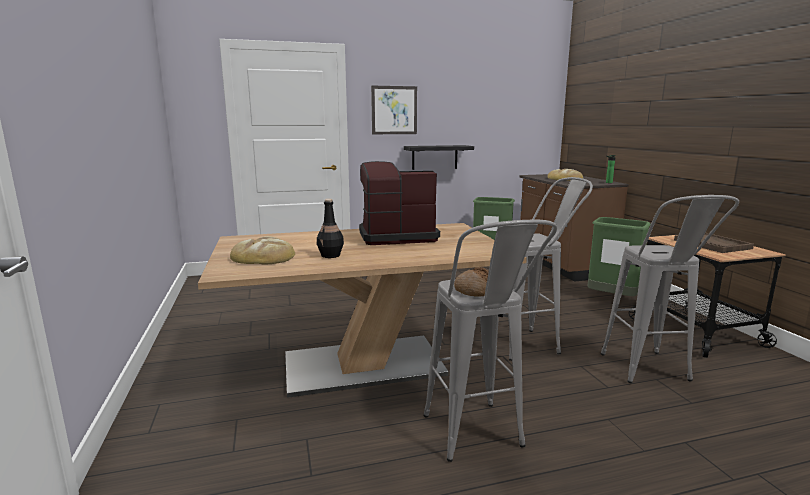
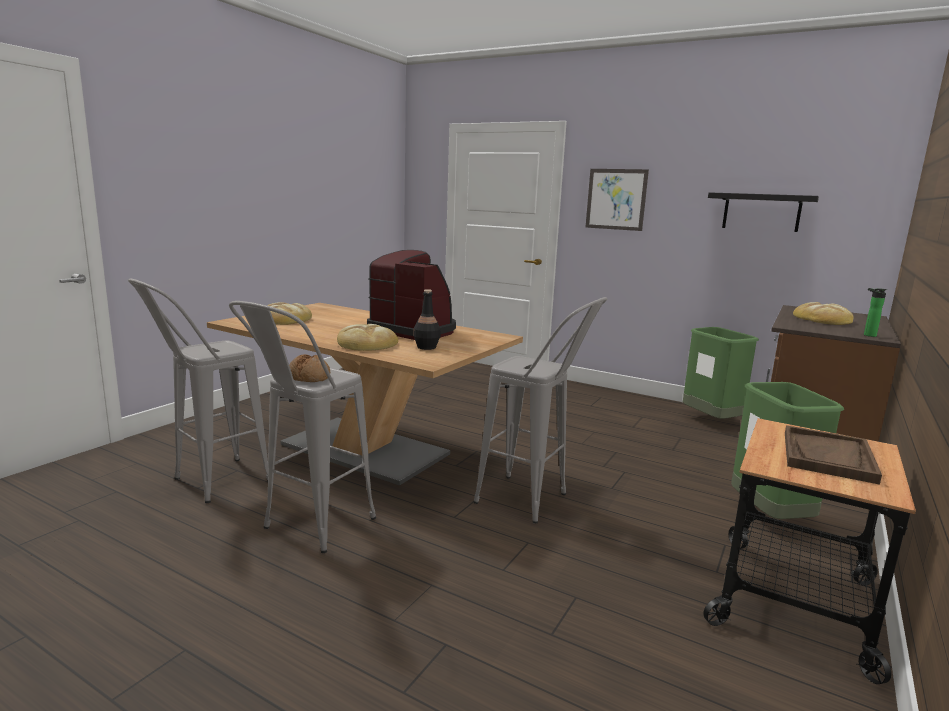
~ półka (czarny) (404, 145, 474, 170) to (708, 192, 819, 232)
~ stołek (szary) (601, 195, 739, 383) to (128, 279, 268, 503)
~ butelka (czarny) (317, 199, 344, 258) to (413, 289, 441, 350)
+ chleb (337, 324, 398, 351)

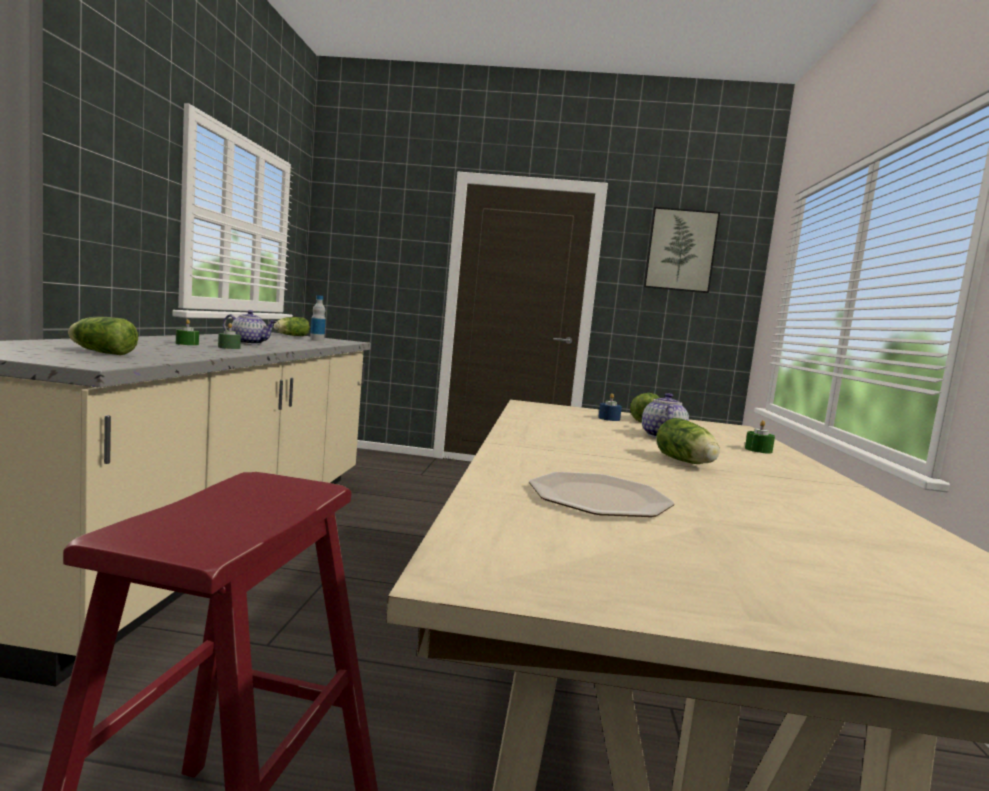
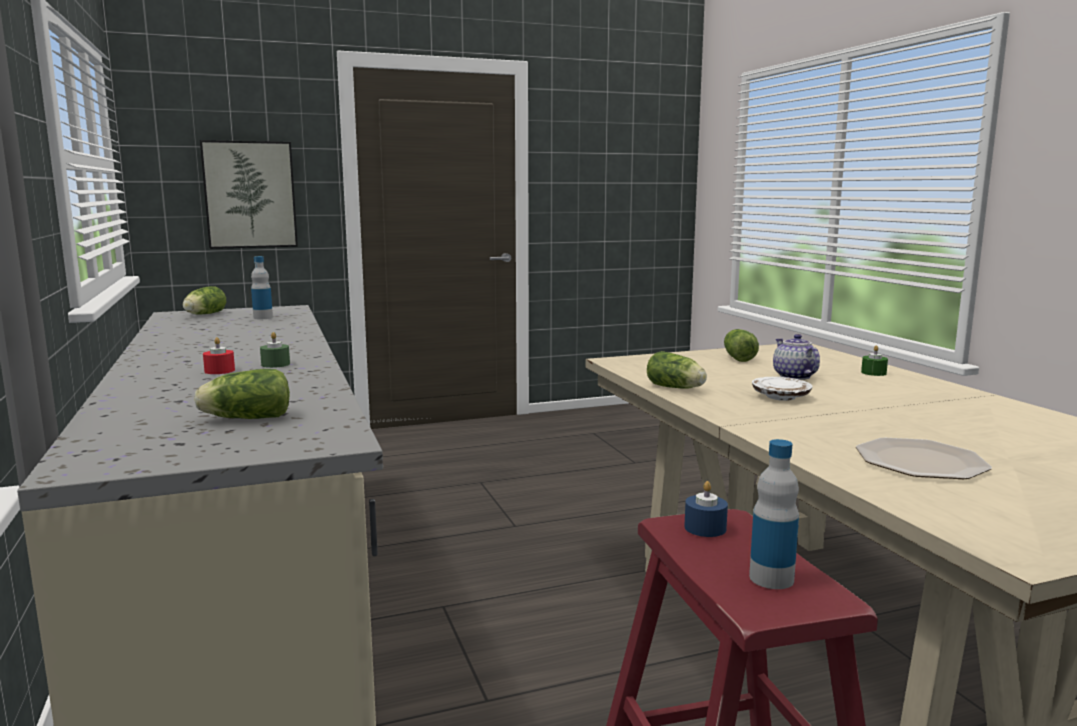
~ obraz (644, 207, 720, 293) to (200, 140, 298, 249)
- imbryk (223, 310, 276, 345)
~ świeca (zielony) (176, 319, 199, 345) to świeca (czerwony) (203, 337, 235, 374)
~ świeca (niebieski) (598, 393, 622, 421) to (684, 481, 728, 537)
~ sałata (656, 418, 720, 464) to (647, 351, 707, 389)
+ talerz (biały) (752, 377, 812, 401)
+ butelka (749, 439, 799, 589)

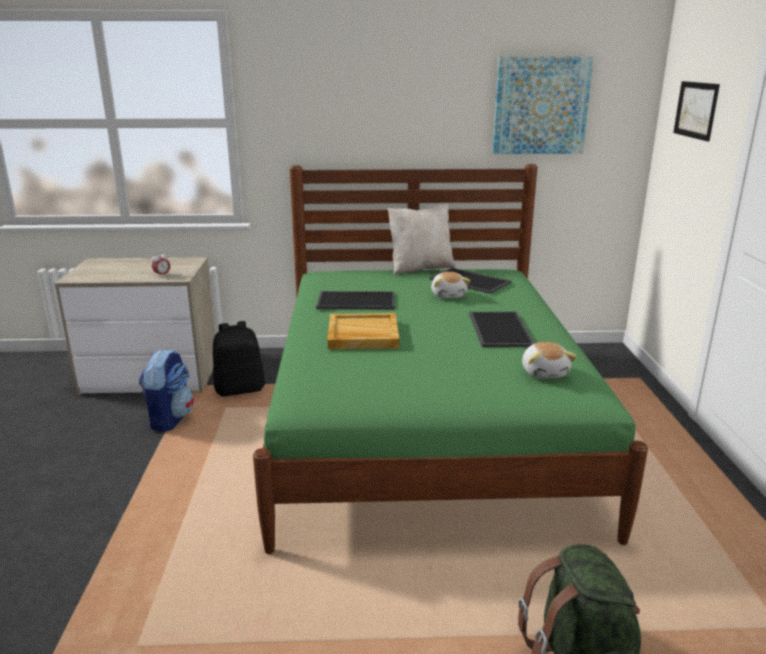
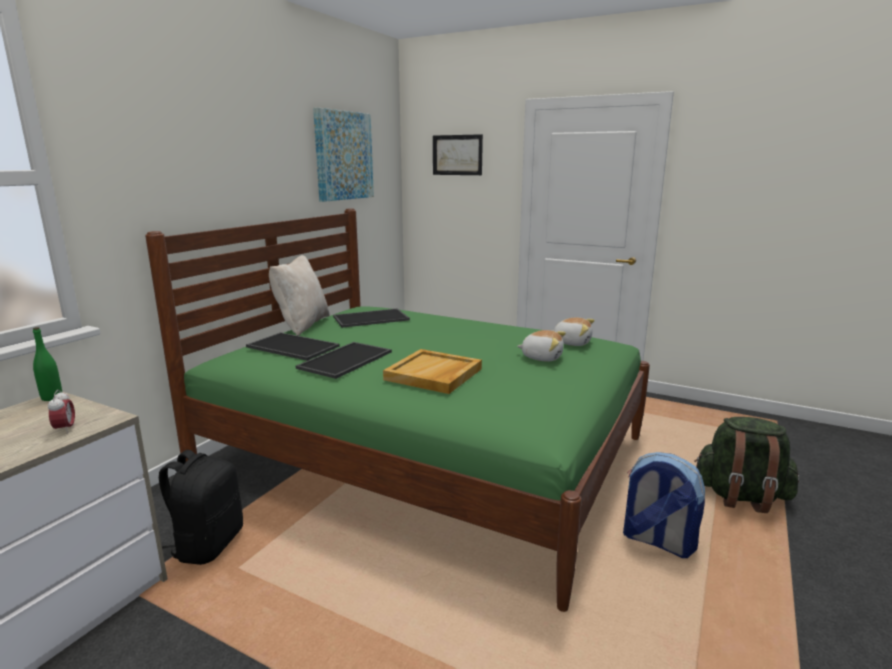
~ pluszak (431, 272, 470, 298) to (517, 330, 566, 361)
~ taca (469, 311, 535, 347) to (246, 332, 340, 361)
~ plecak (139, 349, 194, 432) to (623, 452, 705, 558)
+ butelka (zielony) (33, 327, 62, 401)

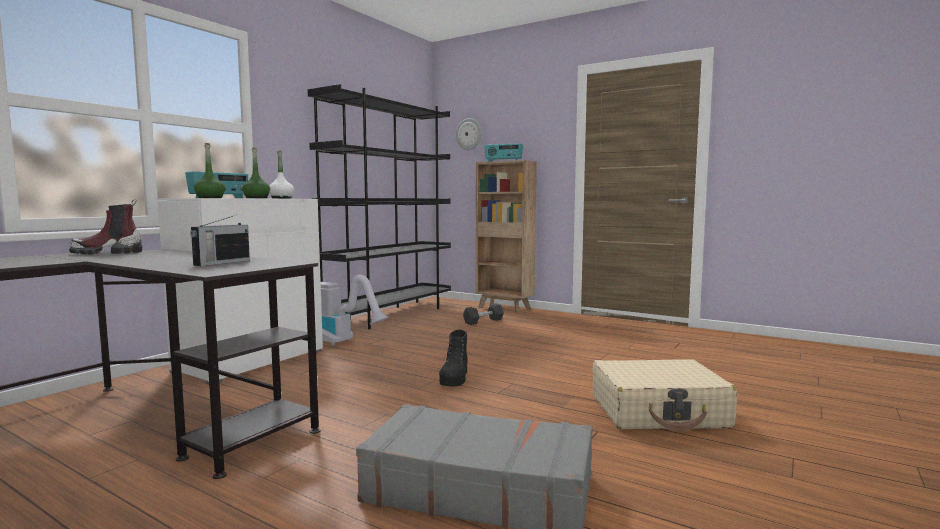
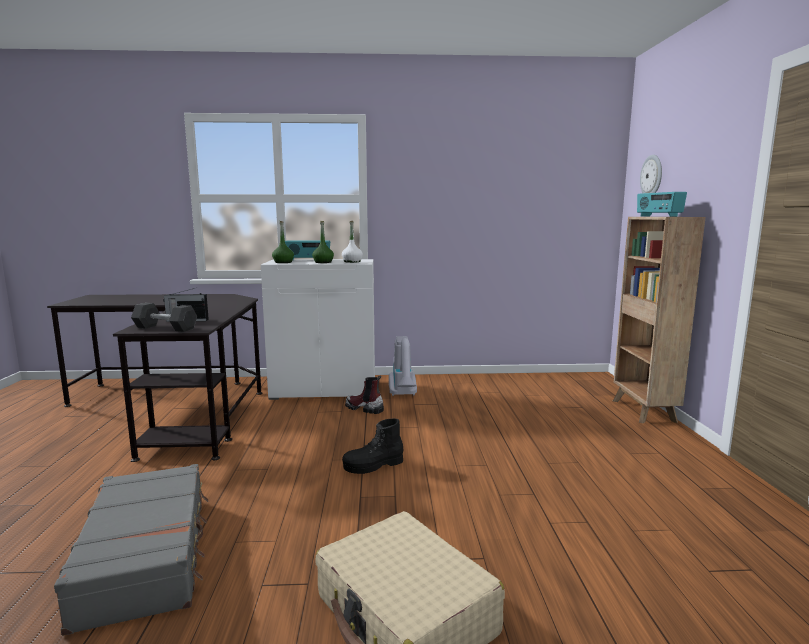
- regał (czarny) (308, 84, 451, 329)
~ but z cholewką (69, 199, 142, 254) to (345, 375, 384, 414)
~ hantel (szary) (463, 303, 504, 325) to (131, 303, 197, 332)

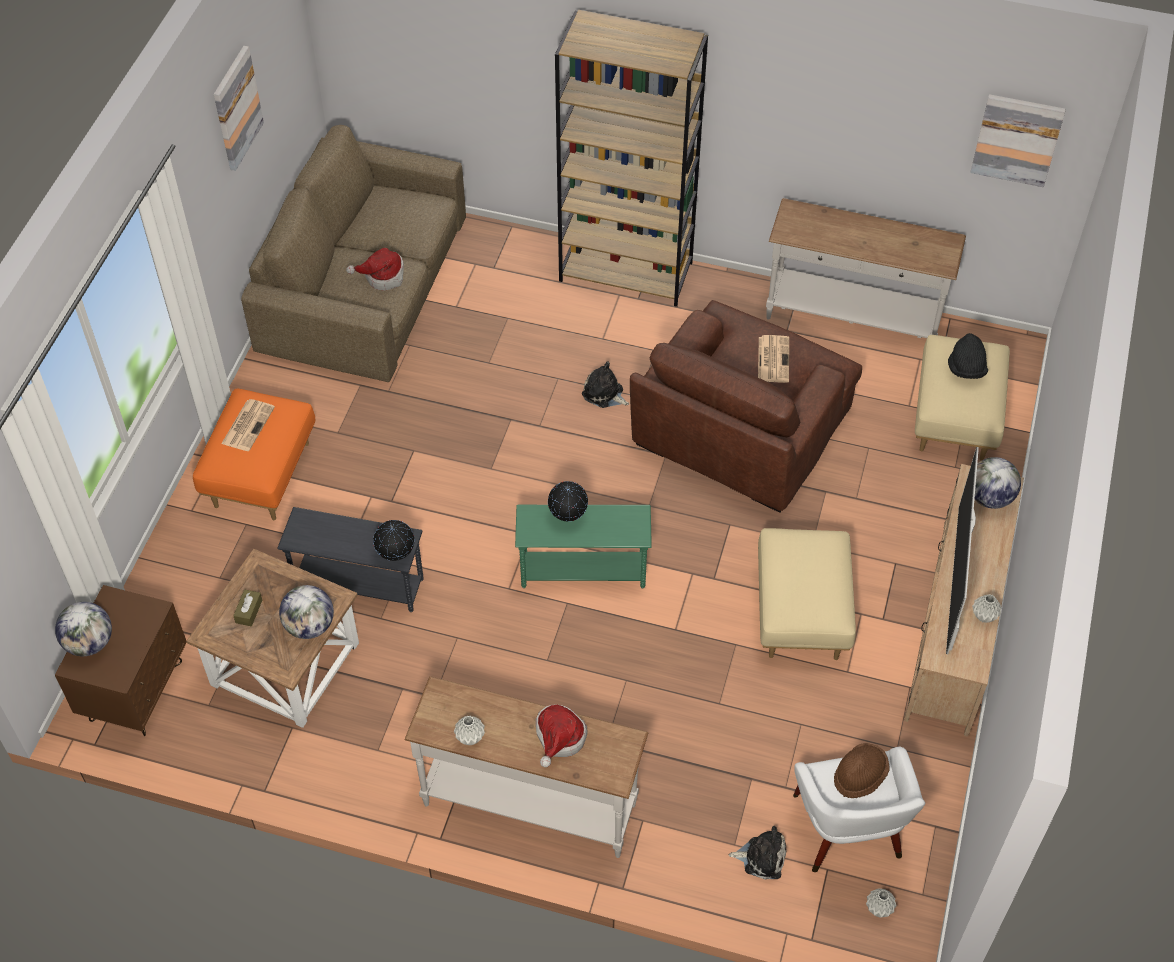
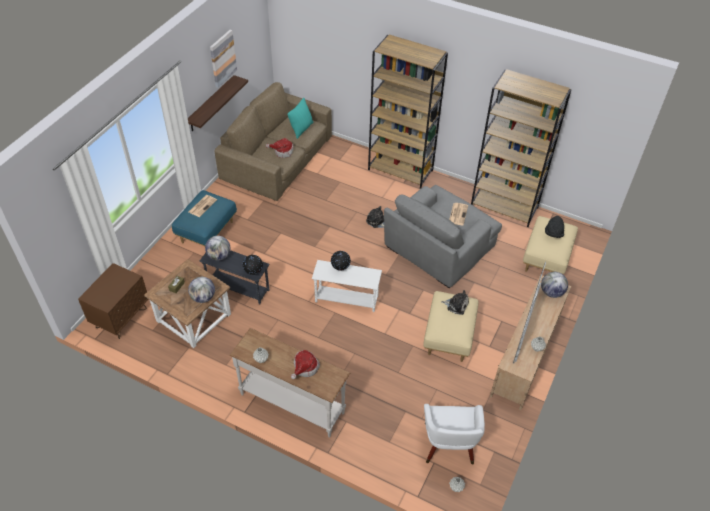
- obraz (970, 94, 1066, 187)
~ stolik konsolowy (biały) (766, 198, 966, 338) to regał (brązowy) (471, 69, 572, 227)
~ fotel (brązowy) (630, 300, 862, 513) to fotel (szary) (384, 185, 502, 288)
~ pufa (pomarańczowy) (193, 389, 315, 520) to pufa (niebieski) (172, 190, 237, 246)
~ stolik (zielony) (515, 505, 652, 589) to stolik (biały) (312, 260, 382, 312)
~ globus (55, 602, 112, 656) to (205, 236, 231, 261)
- kapelusz (brązowy) (834, 743, 889, 798)
~ pluszak (729, 826, 786, 879) to (441, 290, 469, 315)
+ półka (188, 75, 248, 132)
+ poduszka (turkusowy) (288, 98, 313, 139)

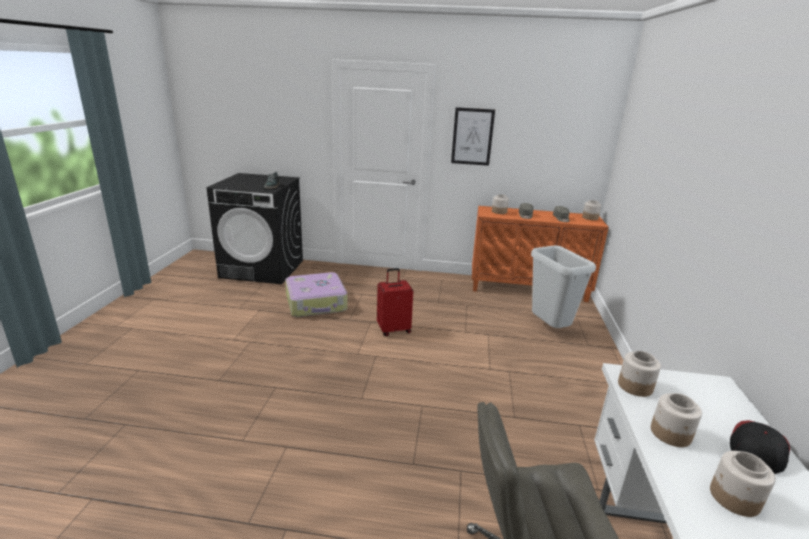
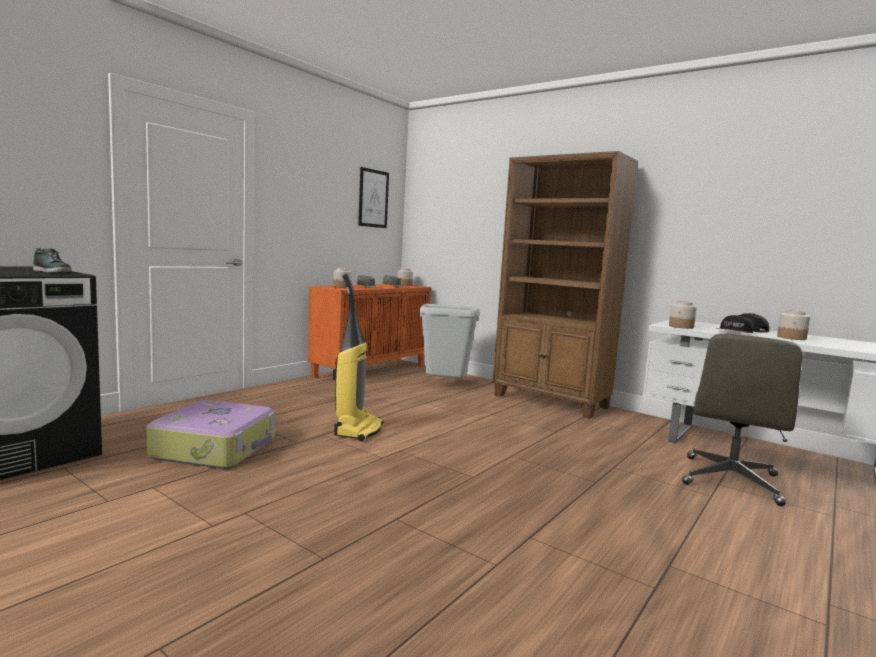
~ obraz (451, 107, 495, 166) to (358, 167, 389, 228)
~ walizka (czerwony) (377, 268, 413, 336) to odkurzacz (333, 274, 383, 441)
~ słoik (651, 393, 702, 447) to czapka z daszkiem (716, 315, 753, 333)
+ regał (brązowy) (493, 151, 638, 419)

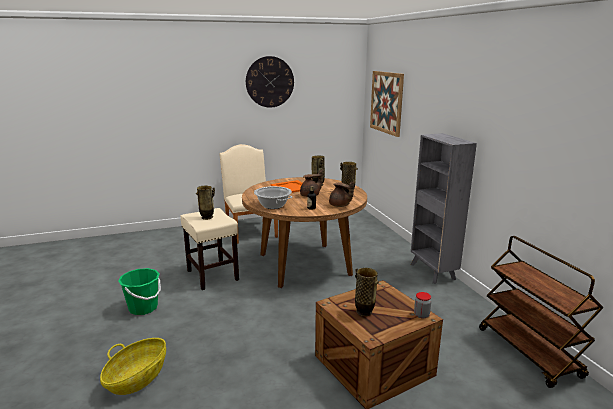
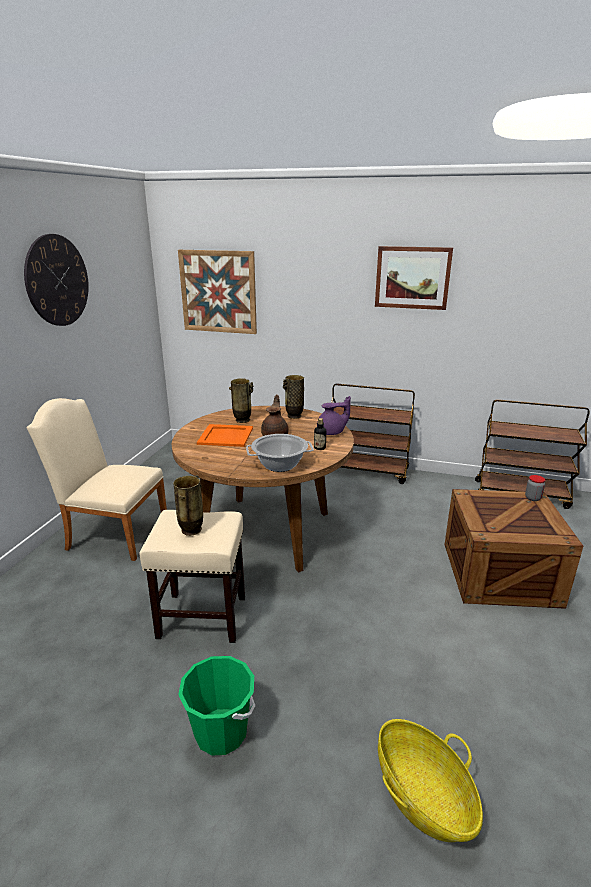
~ regał (szary) (411, 133, 477, 284) to wózek (brązowy) (331, 384, 415, 484)
~ imbryk (brązowy) (329, 181, 354, 207) to imbryk (fioletowy) (317, 396, 351, 435)
- wazon (355, 268, 379, 317)
+ obraz (375, 246, 453, 310)

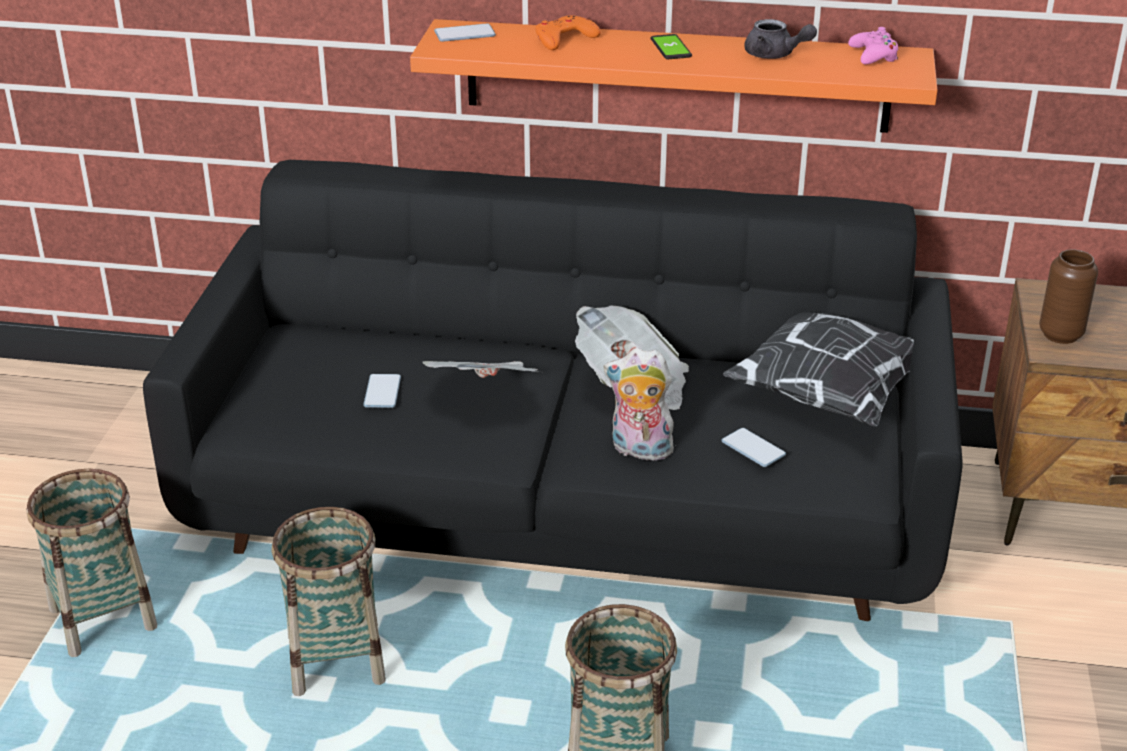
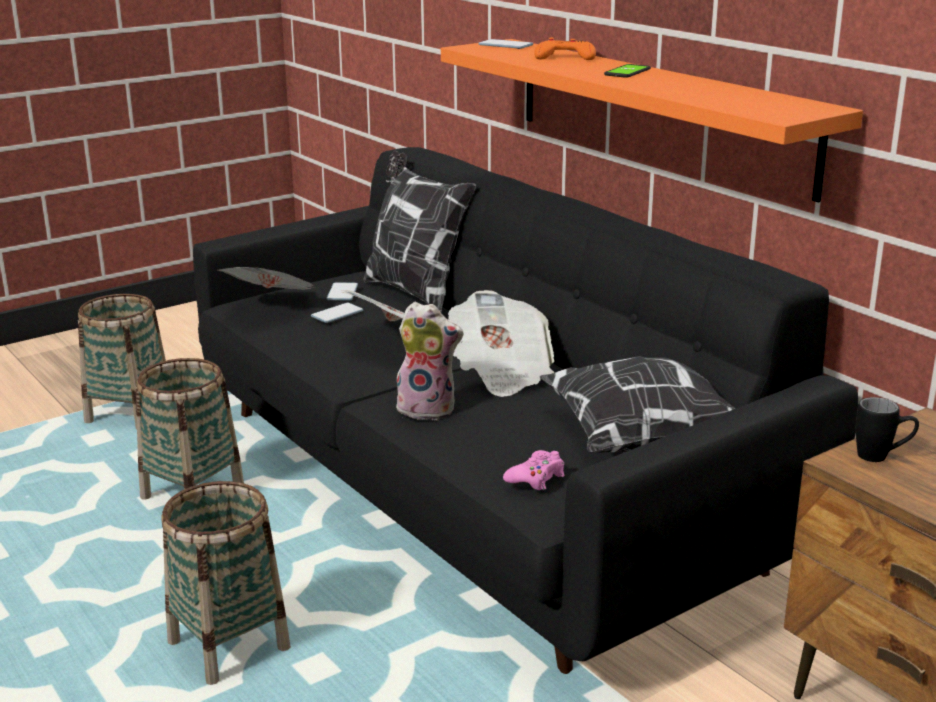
- imbryk (szary) (744, 19, 817, 59)
~ pad do gier (różowy) (848, 27, 898, 64) to (503, 450, 565, 490)
~ wazon (brązowy) (1039, 249, 1098, 344) to kubek (czarny) (855, 397, 919, 462)
~ pluszak (604, 348, 676, 464) = (396, 302, 463, 421) 135 degrees clockwise
~ telefon (722, 428, 786, 467) to (327, 282, 358, 301)
+ poduszka (363, 151, 476, 312)
+ gazeta (218, 267, 315, 290)

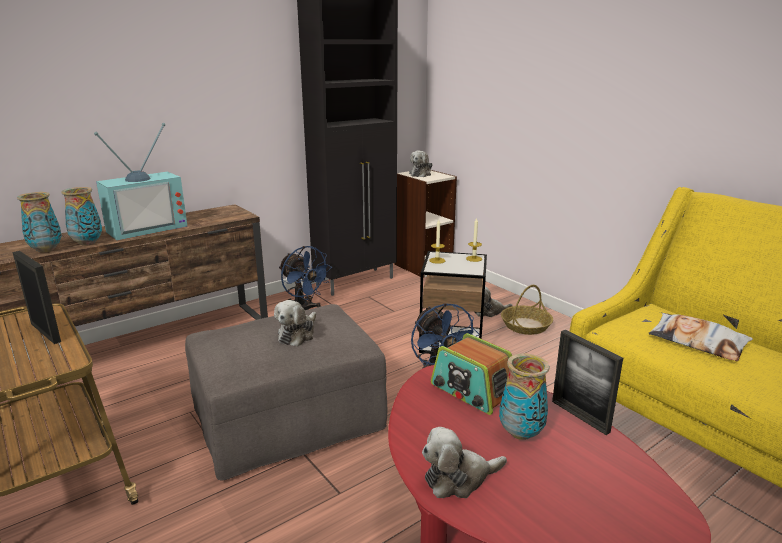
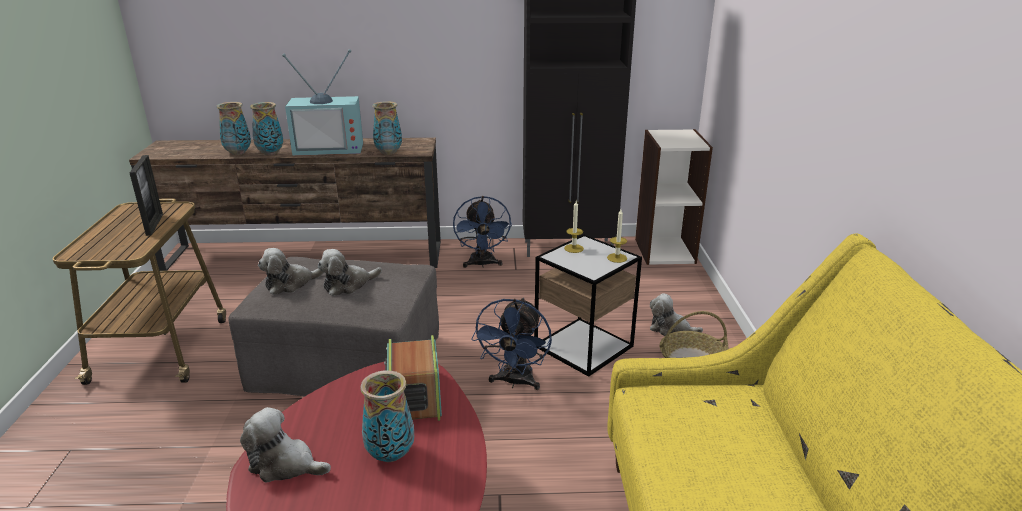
~ pluszak (409, 150, 432, 177) to (258, 248, 324, 295)
- poduszka (648, 313, 753, 361)
- ramka na zdjęcie (552, 330, 623, 435)
+ wazon (373, 101, 402, 155)

